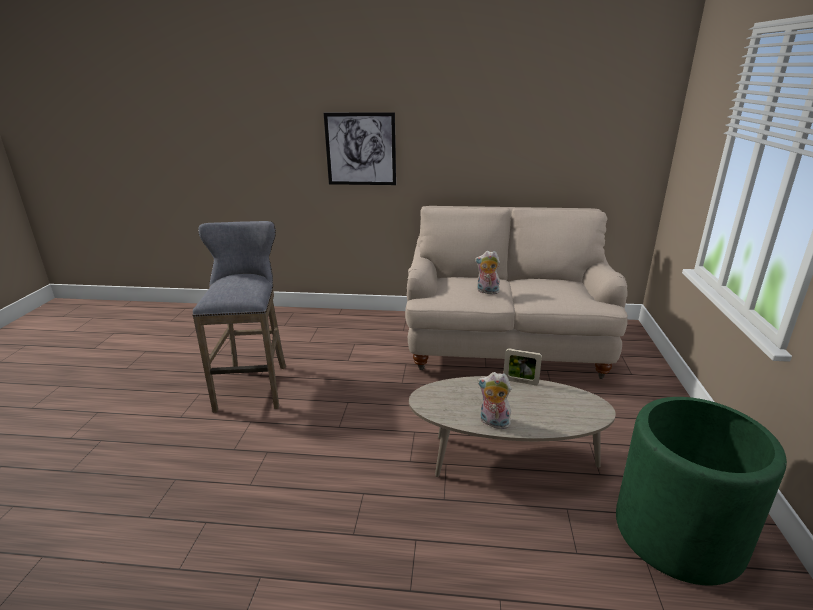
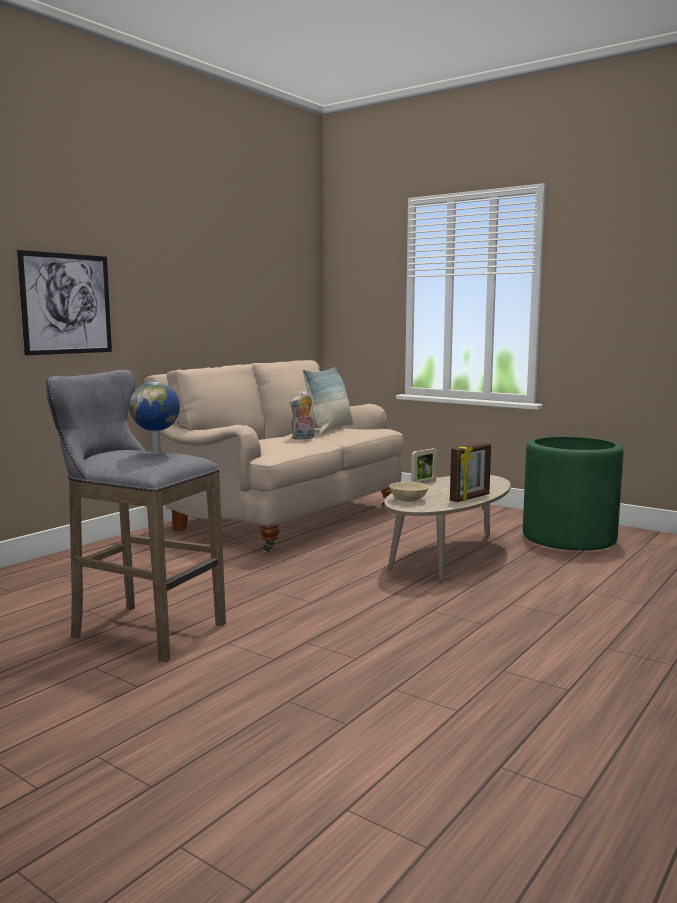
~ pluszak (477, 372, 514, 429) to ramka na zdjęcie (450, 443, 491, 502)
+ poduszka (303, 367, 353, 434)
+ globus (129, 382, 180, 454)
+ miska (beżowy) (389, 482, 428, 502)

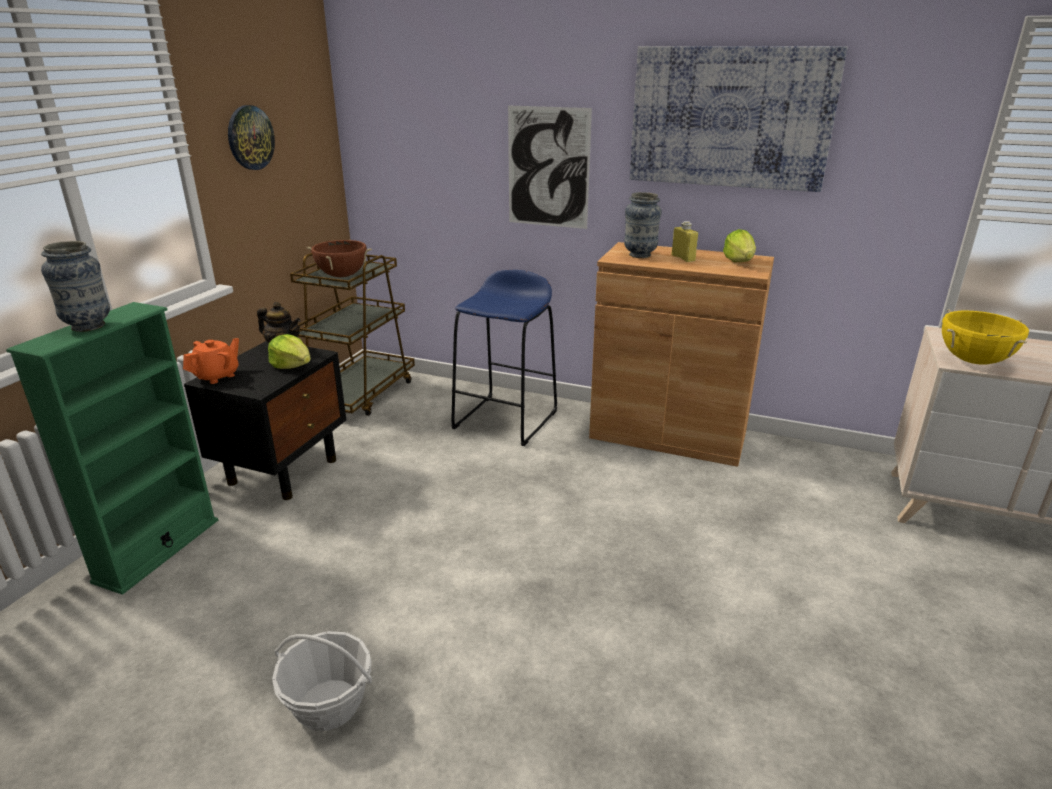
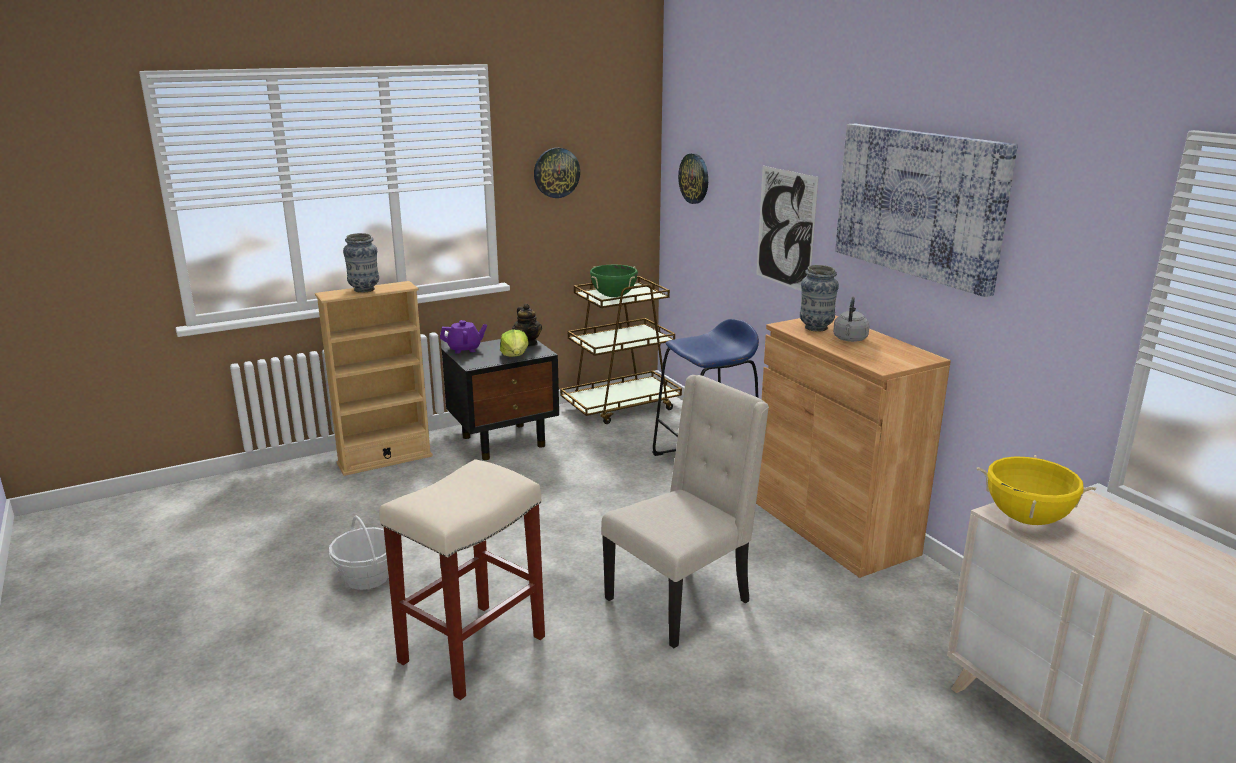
~ butelka (żółty) (672, 221, 698, 262) to czajnik (szary) (833, 297, 870, 342)
- sałata (723, 229, 756, 262)
~ garnek (brązowy) (307, 239, 372, 277) to garnek (zielony) (590, 265, 638, 297)
~ regał (zielony) (6, 302, 218, 595) to regał (beżowy) (315, 281, 433, 476)
~ imbryk (pomarańczowy) (183, 338, 239, 384) to imbryk (fioletowy) (440, 320, 487, 354)
+ zegar ścienny (678, 153, 708, 204)
+ krzesło (beżowy) (601, 375, 769, 648)
+ stołek (beżowy) (379, 459, 545, 700)

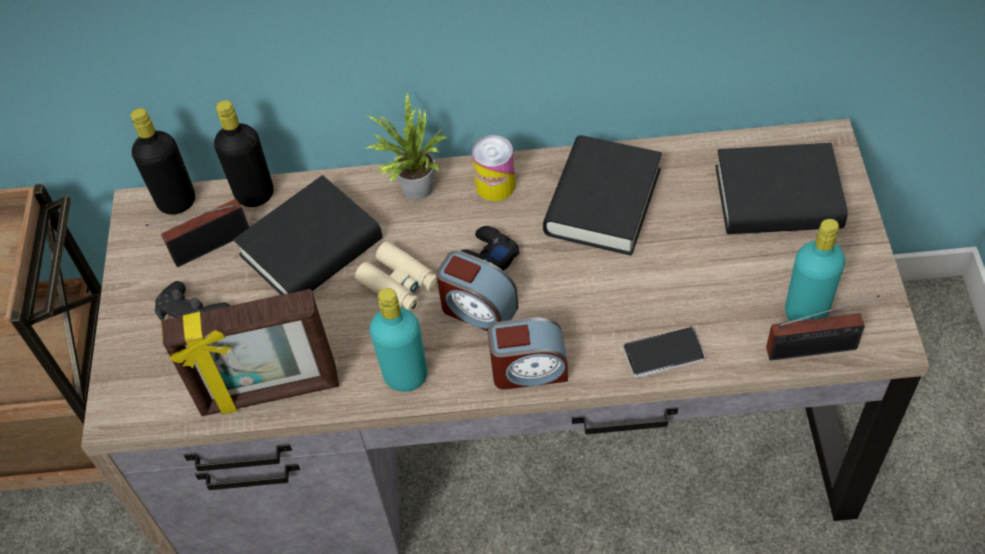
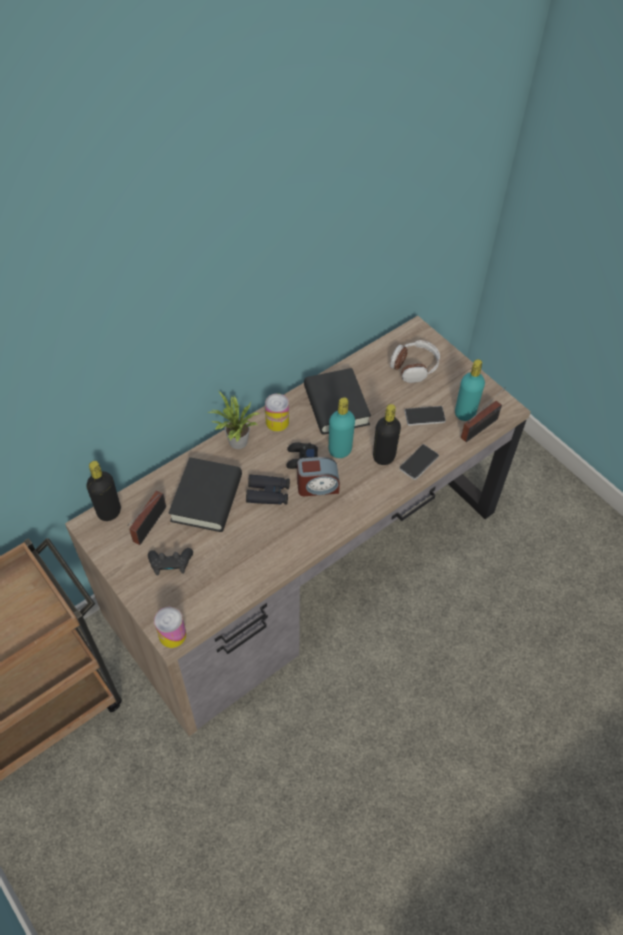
~ butelka (czarny) (214, 100, 274, 207) to (373, 404, 401, 465)
~ książka (czarny) (715, 143, 848, 234) to słuchawki (390, 340, 440, 383)
~ lornetka (beżowy) (355, 241, 438, 312) to lornetka (czarny) (246, 475, 290, 505)
~ butelka (turkusowy) (370, 288, 427, 392) to (329, 397, 355, 458)
- ramka na zdjęcie (161, 289, 339, 416)
- budzik (488, 317, 568, 390)
+ telefon (405, 406, 446, 426)
+ puszka (154, 607, 186, 648)

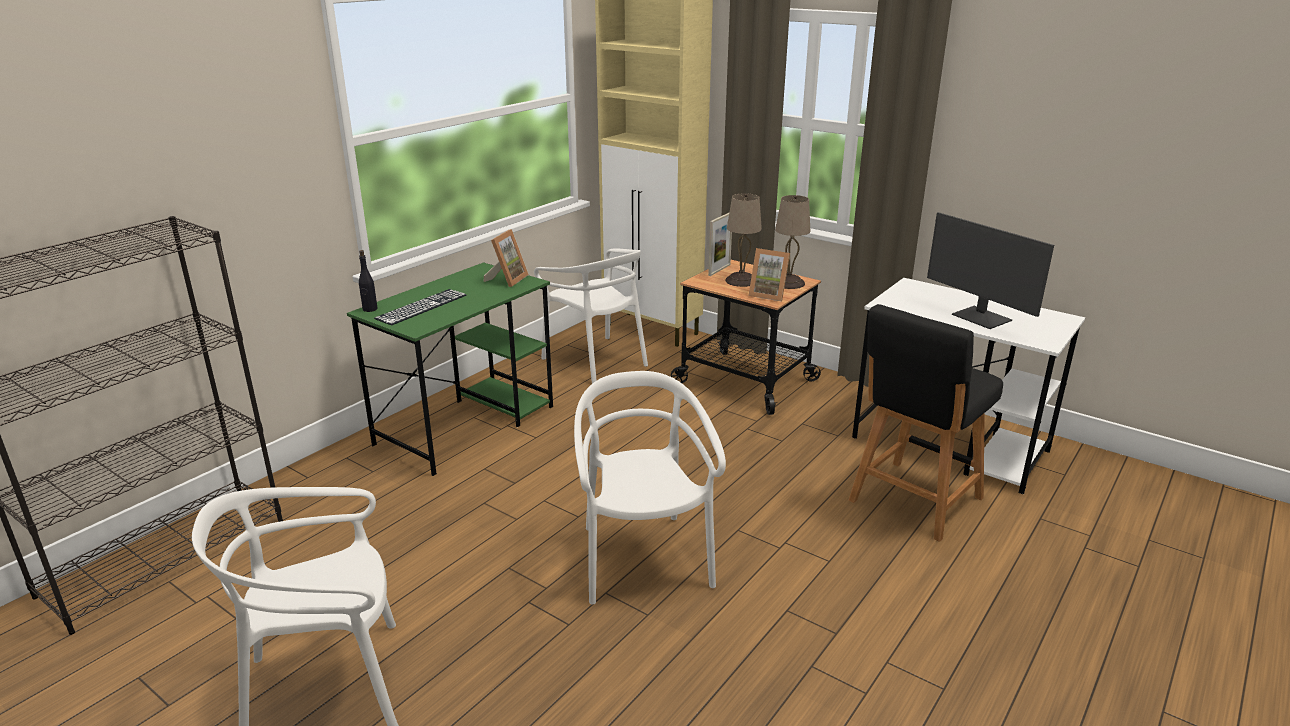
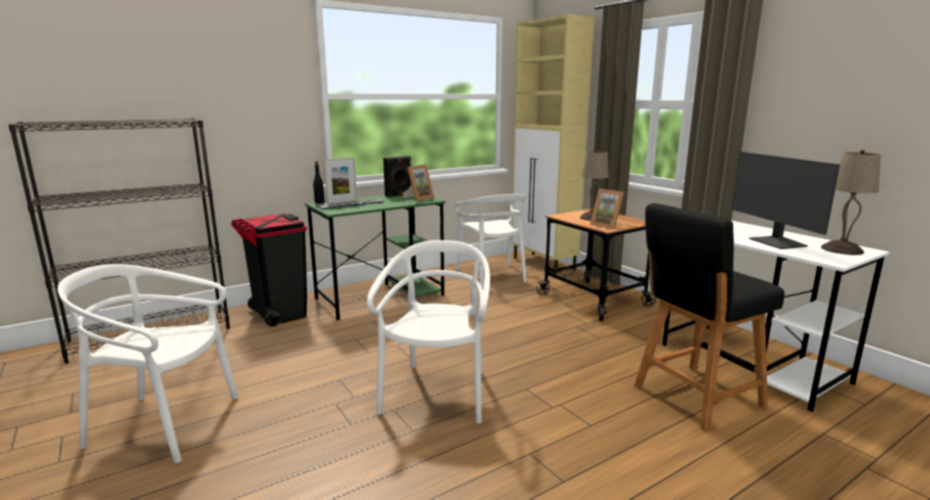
~ lampa stołowa (beżowy) (775, 195, 811, 289) to (821, 150, 881, 255)
~ ramka na zdjęcie (708, 213, 732, 276) to (323, 157, 357, 204)
+ głośnik (czarny) (383, 156, 411, 197)
+ kosz na śmieci (czarny) (231, 214, 307, 326)

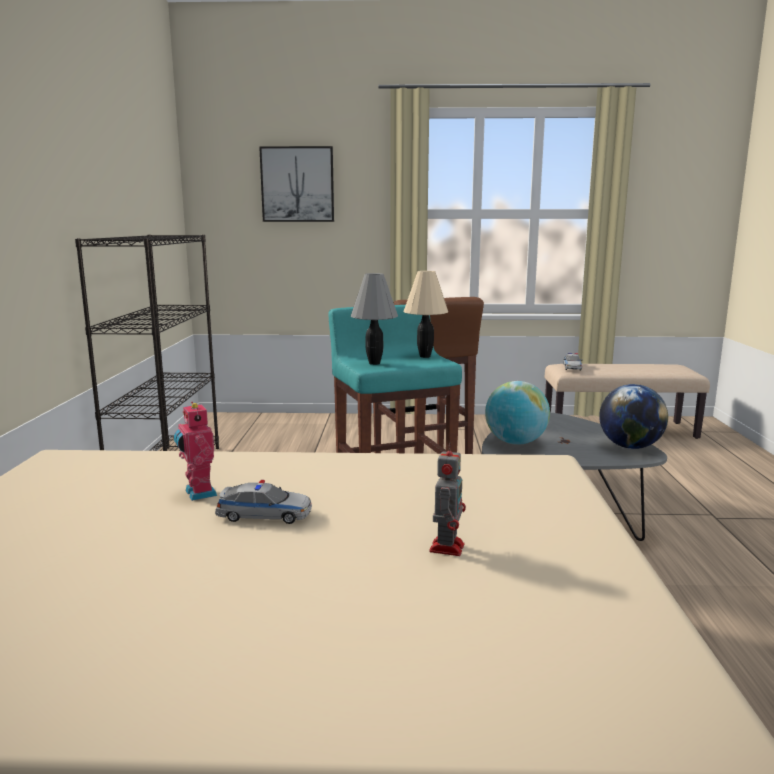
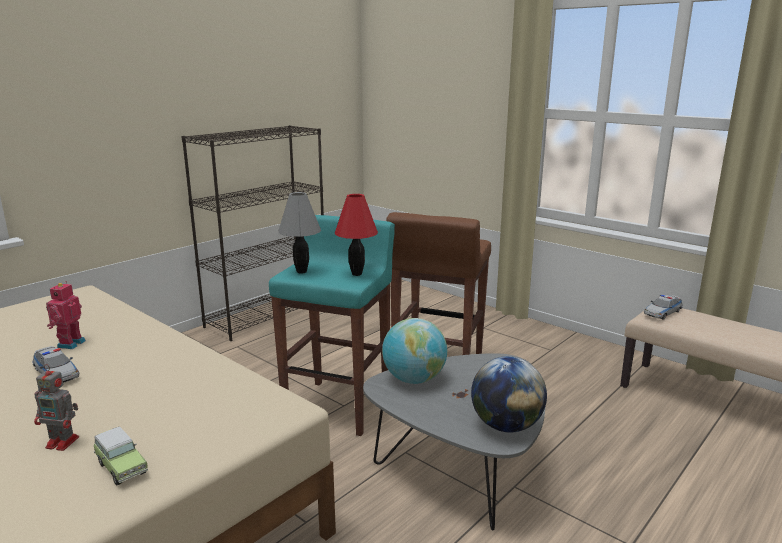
- obraz (259, 146, 334, 222)
~ lampa stołowa (beżowy) (403, 271, 448, 358) to lampa stołowa (czerwony) (335, 194, 378, 276)
~ robot zabawkowy (429, 441, 466, 556) = (34, 364, 79, 451) 45 degrees clockwise
+ samochodzik (94, 426, 148, 486)

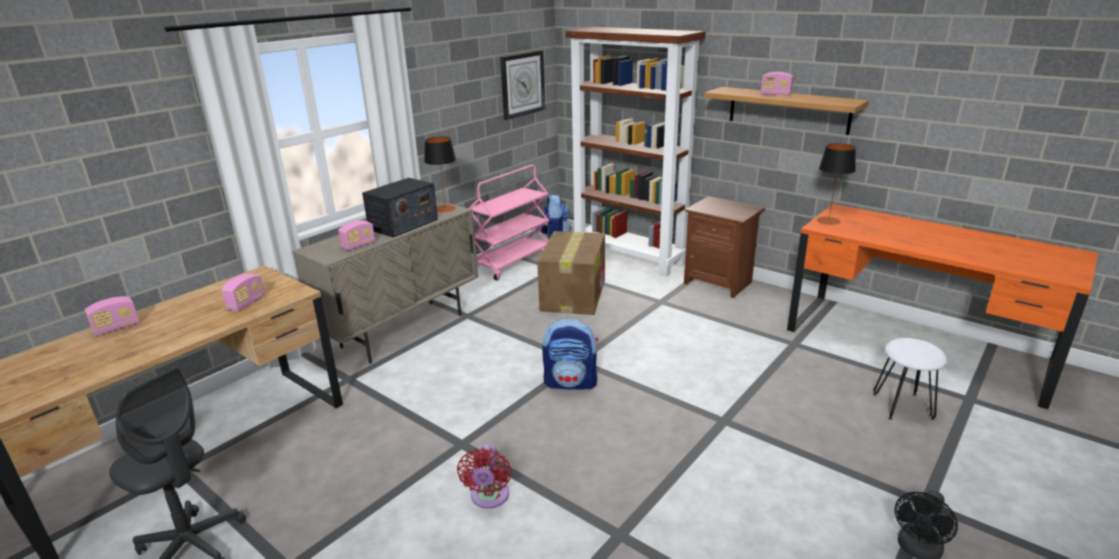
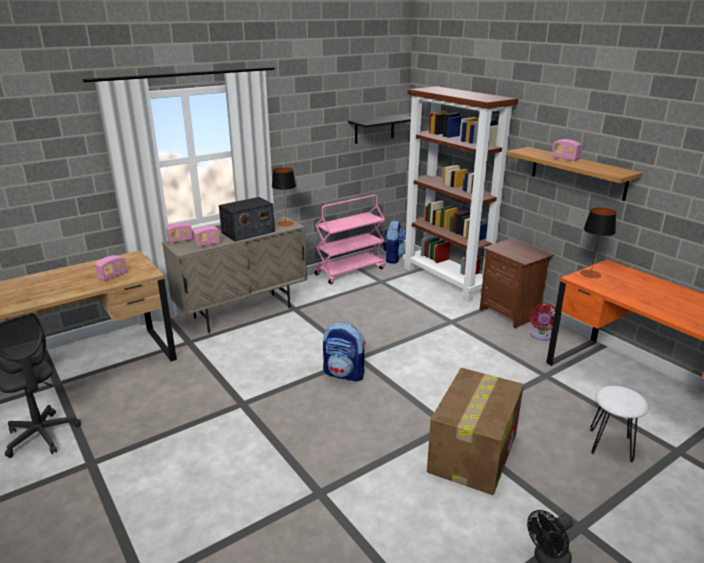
~ zegar ścienny (500, 50, 545, 120) to półka (czarny) (348, 114, 411, 144)
~ karton (537, 231, 605, 315) to (427, 368, 524, 495)
~ radio (85, 296, 140, 336) to (166, 223, 193, 243)
~ wentylator (czerwony) (457, 444, 512, 509) to (529, 303, 556, 340)

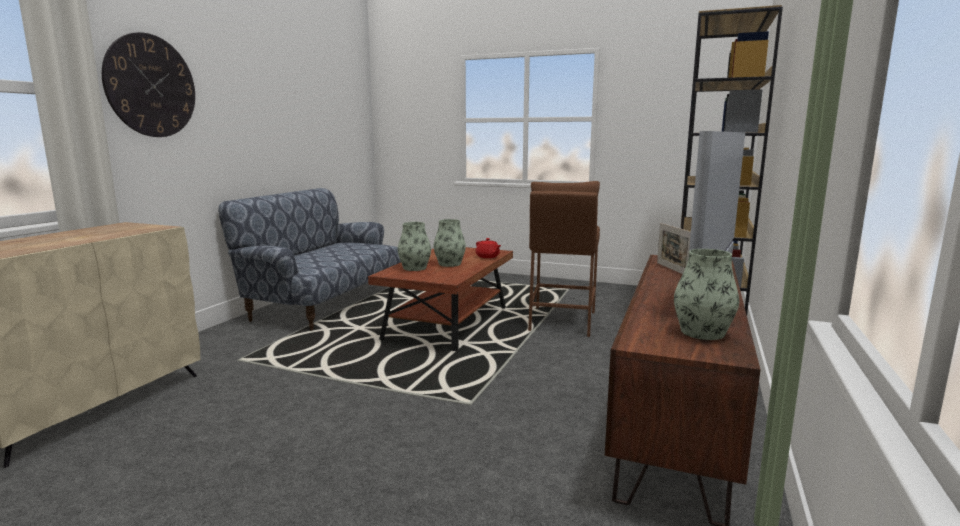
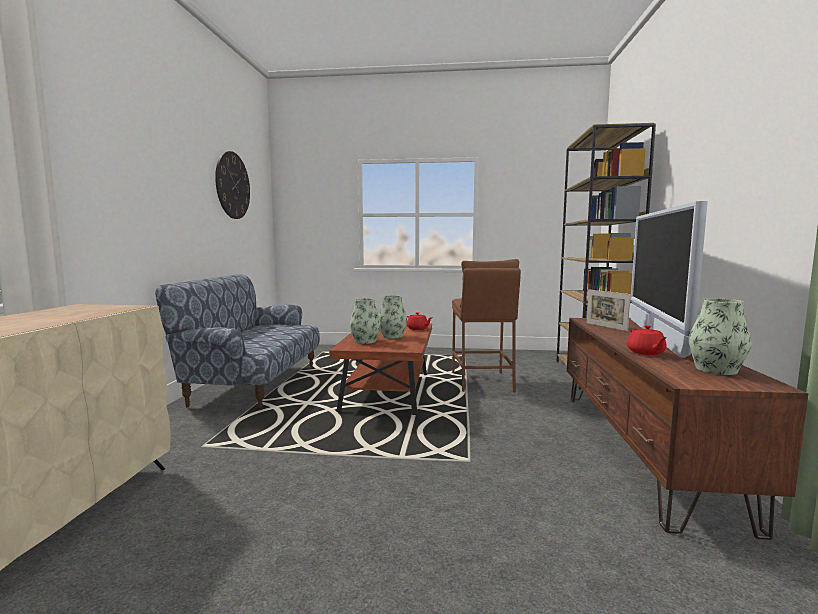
~ zegar ścienny (102, 32, 195, 137) to (215, 151, 250, 219)
+ imbryk (czerwony) (627, 325, 667, 355)

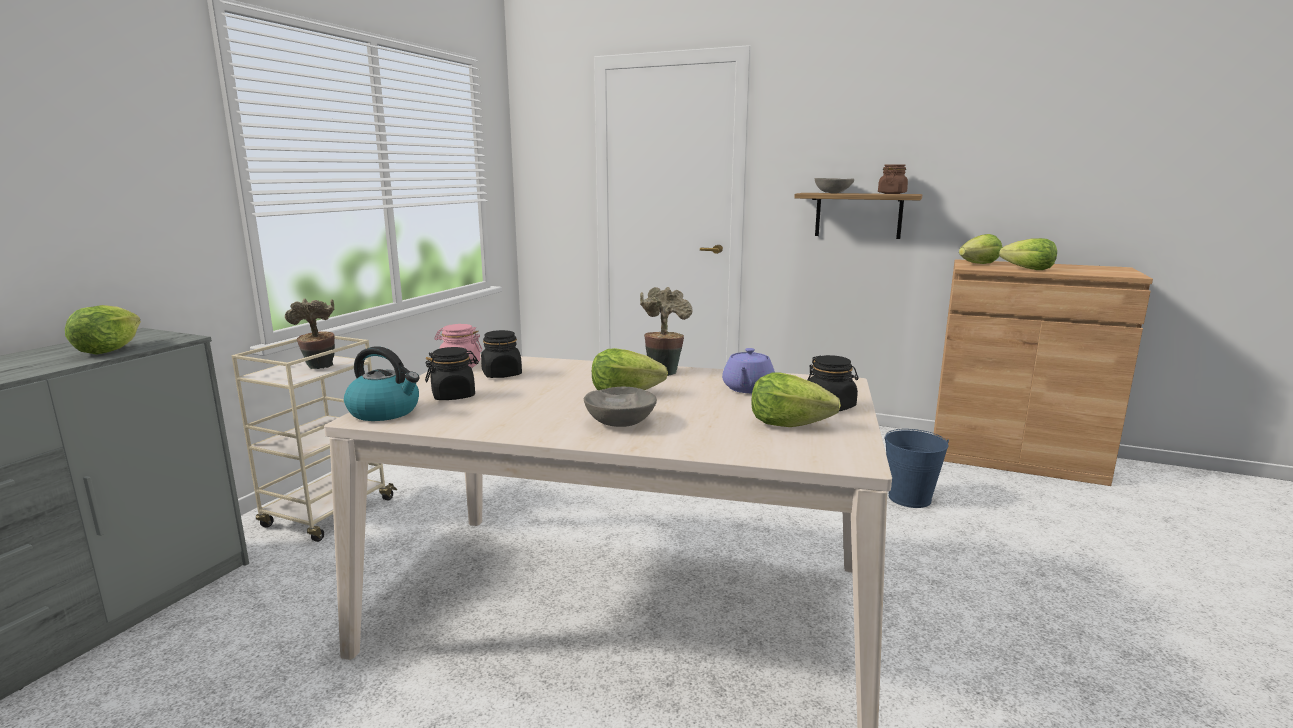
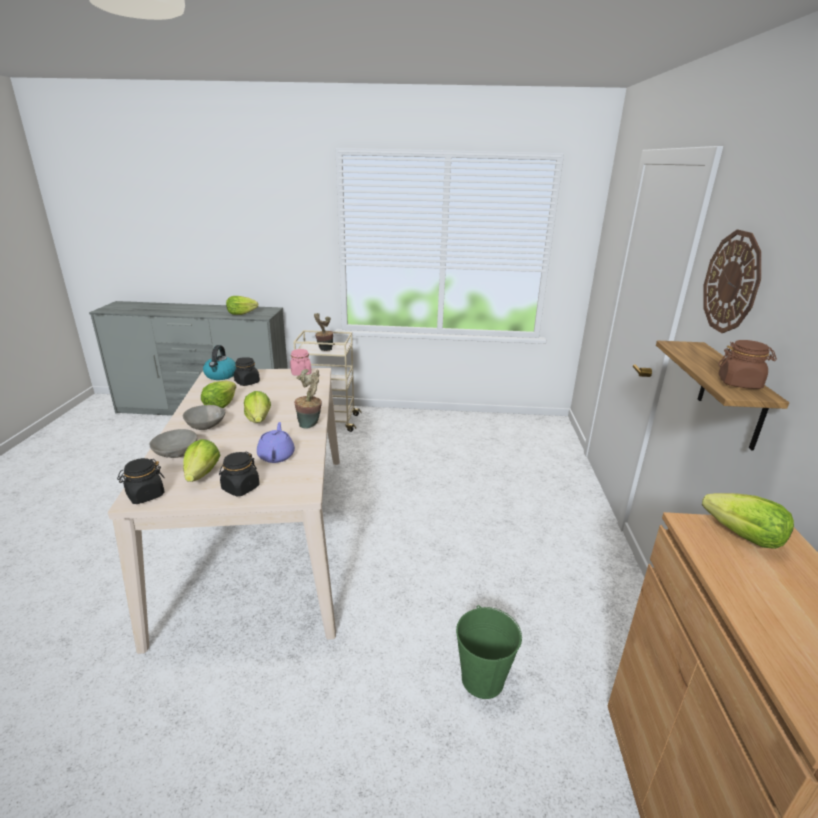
~ miska (szary) (815, 178, 854, 193) to (150, 429, 198, 458)
~ sałata (999, 238, 1057, 270) to (201, 381, 236, 408)
~ słoik (czarny) (481, 330, 522, 378) to (117, 458, 165, 504)
~ imbryk (fioletowy) (722, 348, 775, 393) = (257, 422, 295, 463) 90 degrees clockwise
~ wiadro (niebieski) (884, 429, 949, 508) to wiadro (zielony) (456, 605, 522, 699)
+ zegar ścienny (703, 230, 761, 333)

